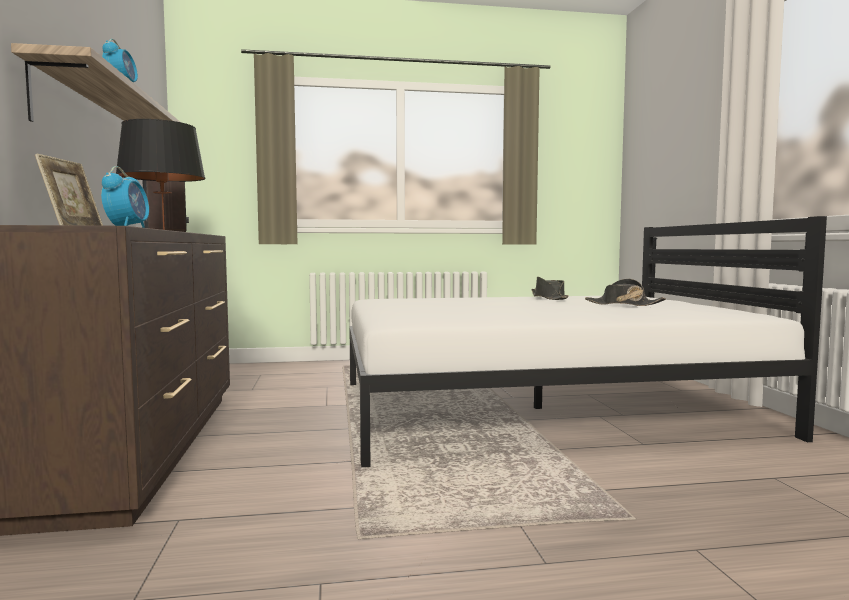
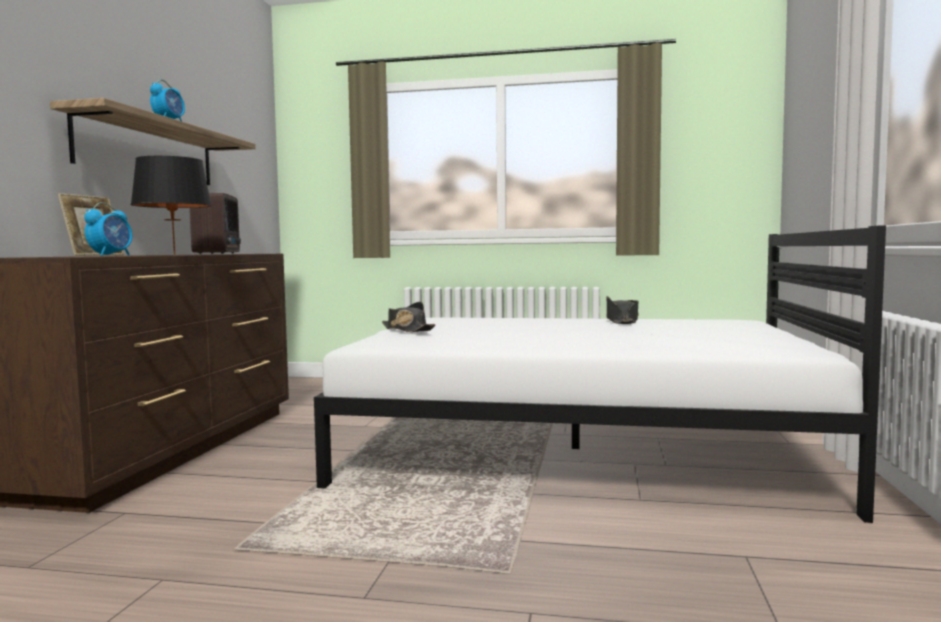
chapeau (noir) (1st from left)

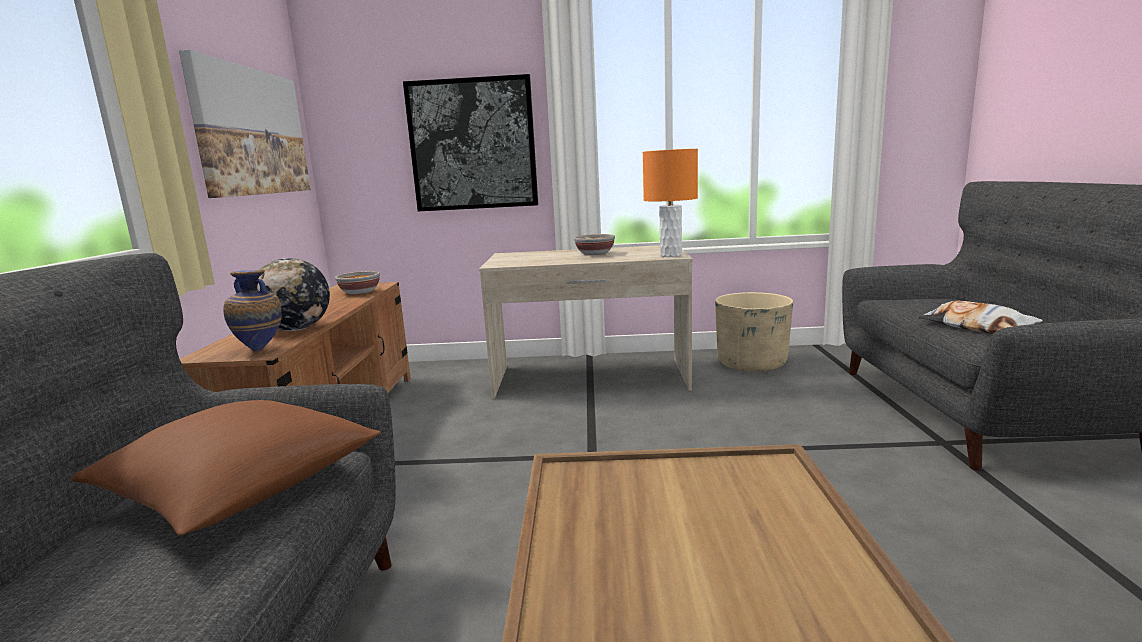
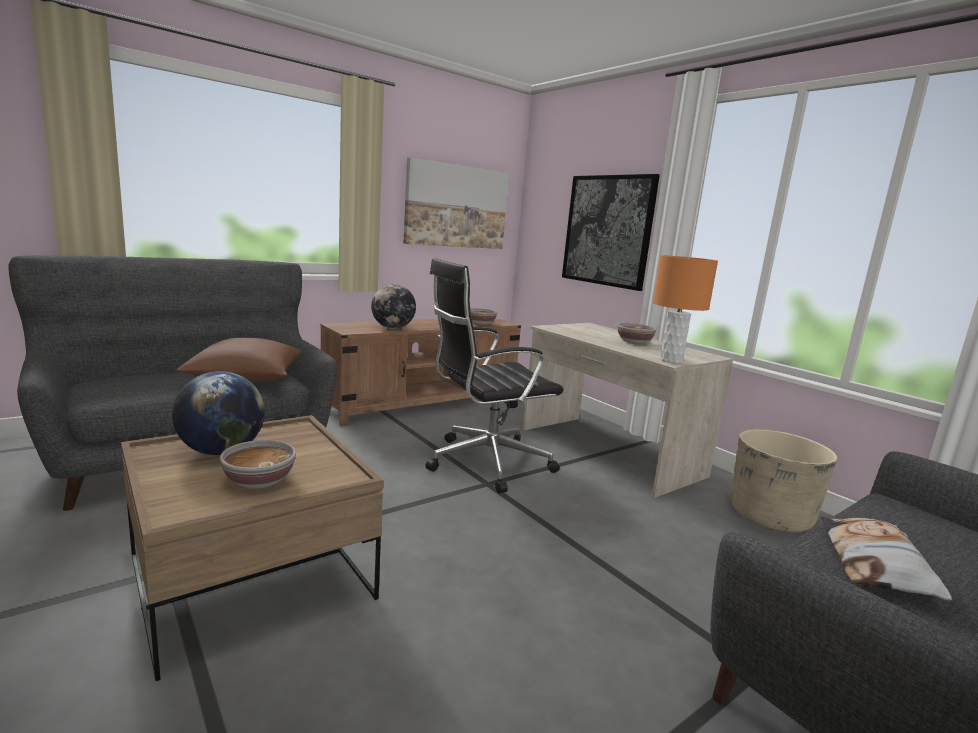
vase
chaise de bureau (noir)
globe (1st from left)
bol (1st from left)

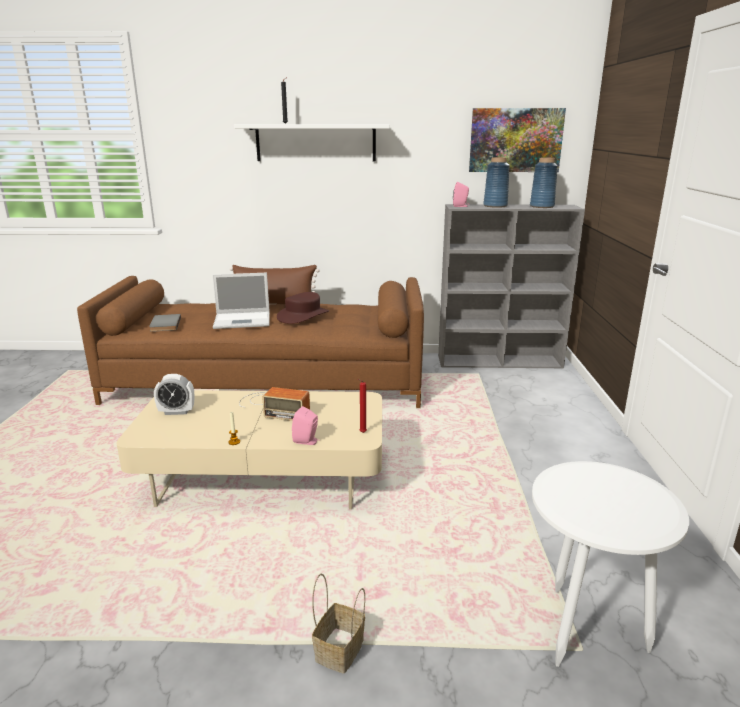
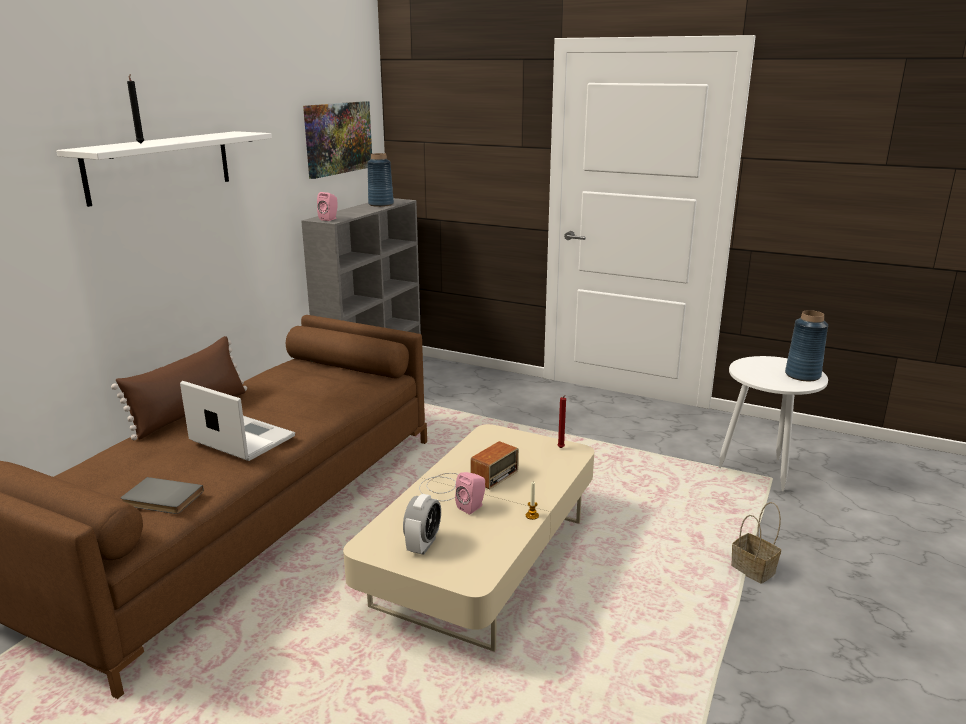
vase (bleu) (2nd from left)
ordinateur portable
chapeau (marron)
enceinte (rose) (2nd from left)

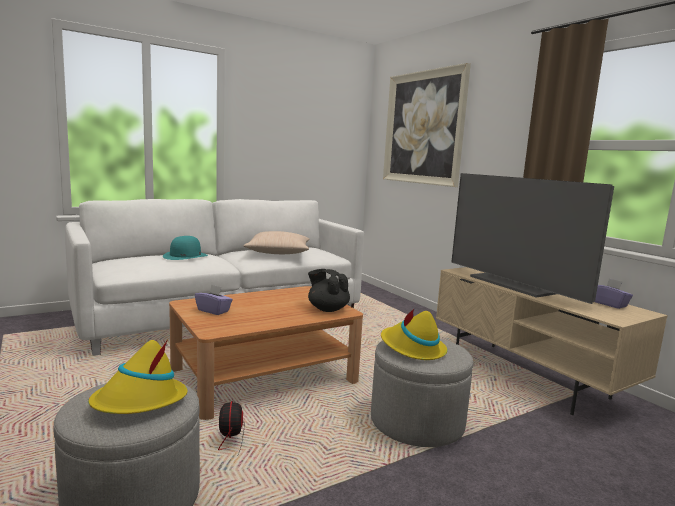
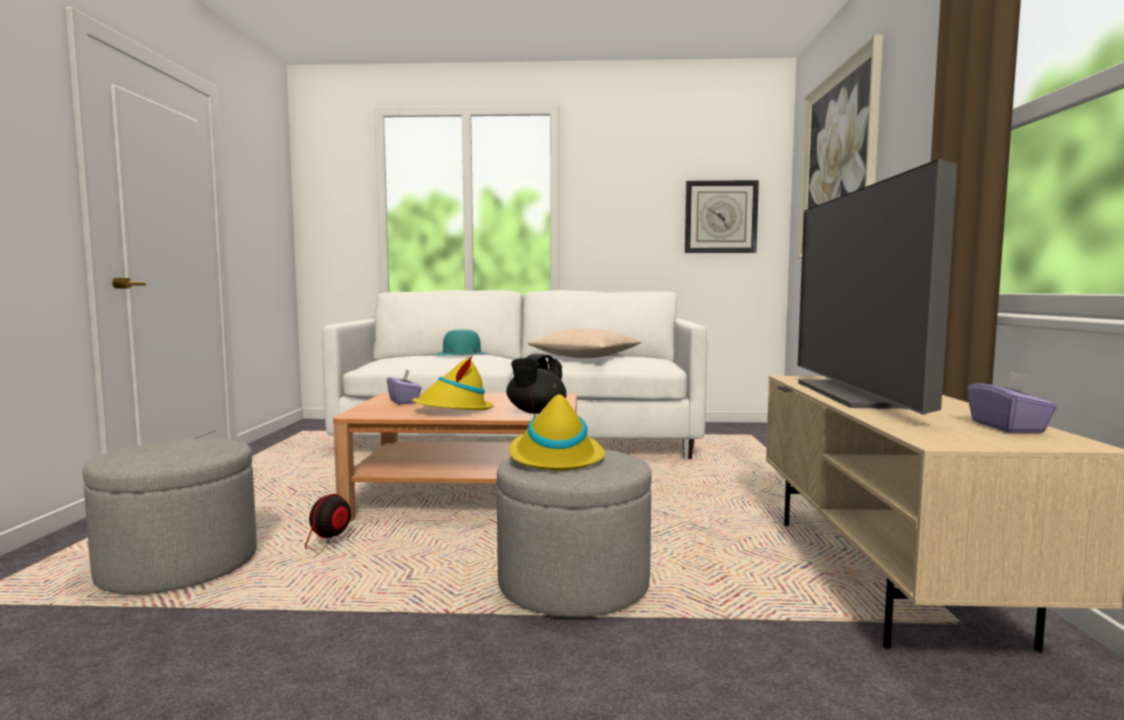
théière (noir)
chapeau (jaune) (1st from left)
horloge murale

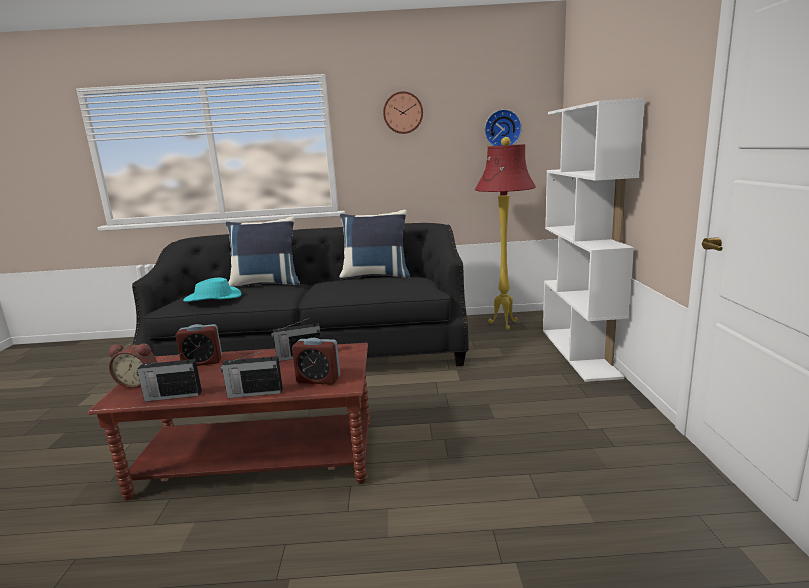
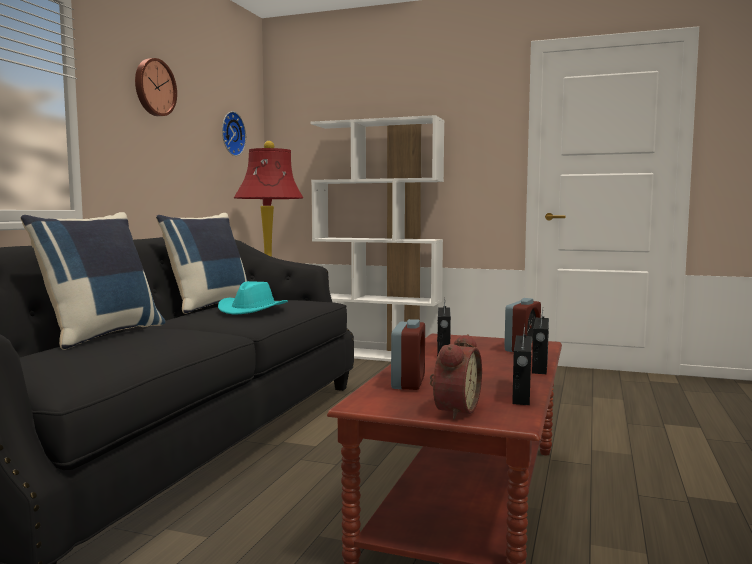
chapeau (turquoise)

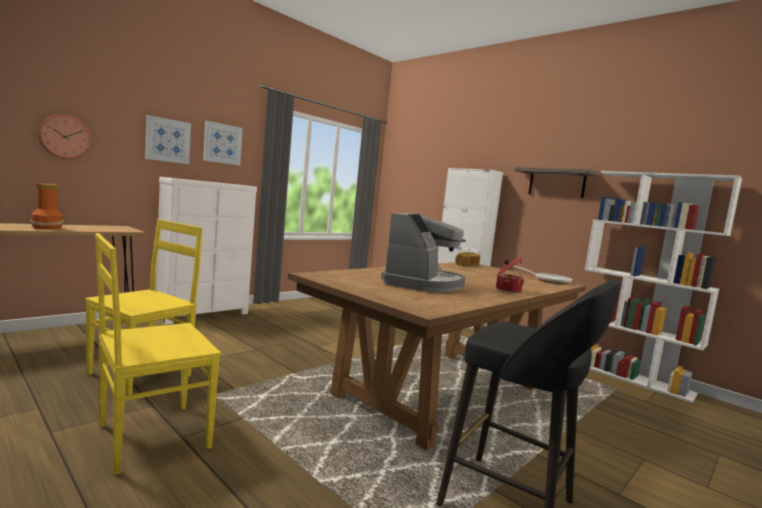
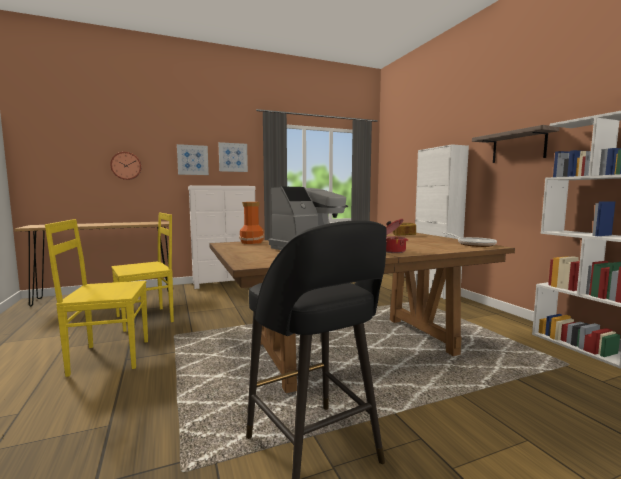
vase

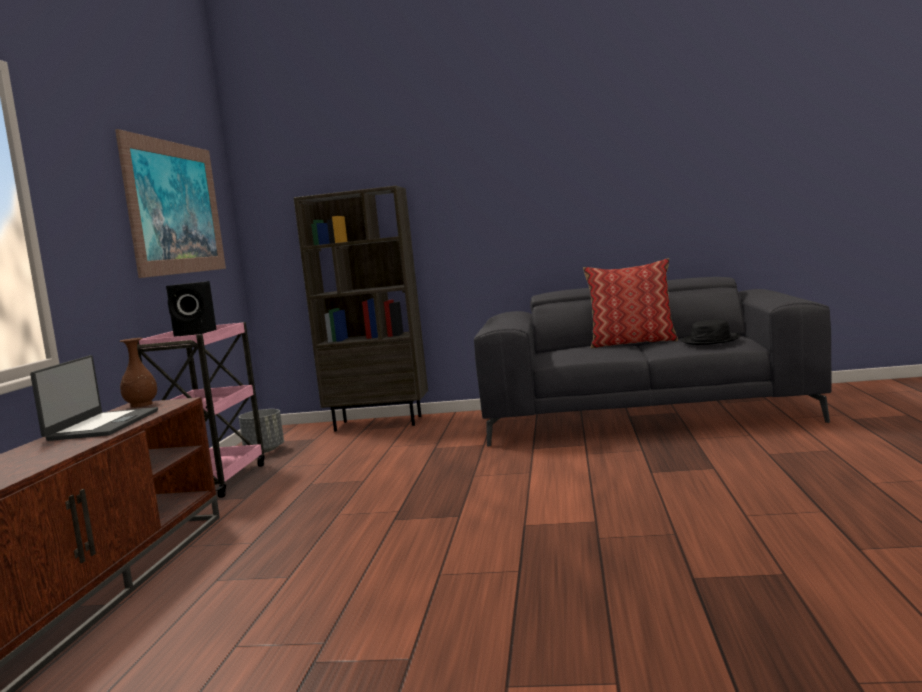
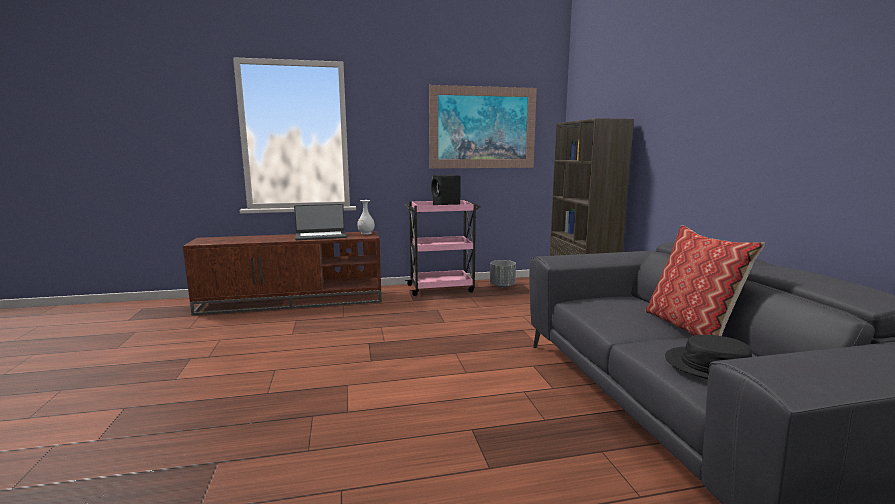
vase (blanc)

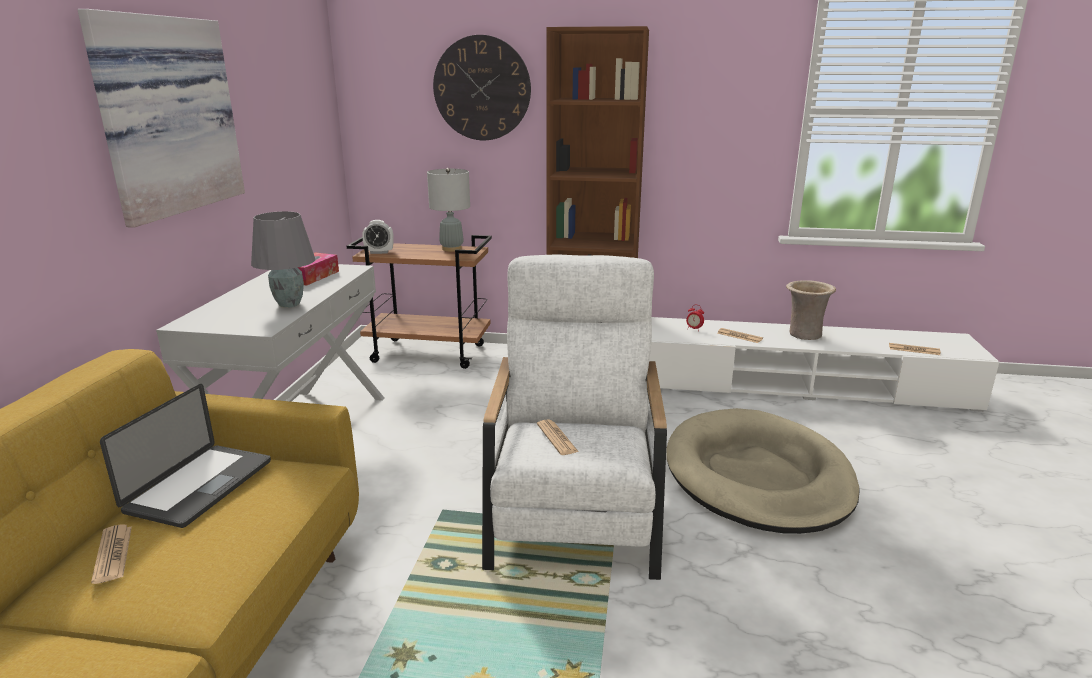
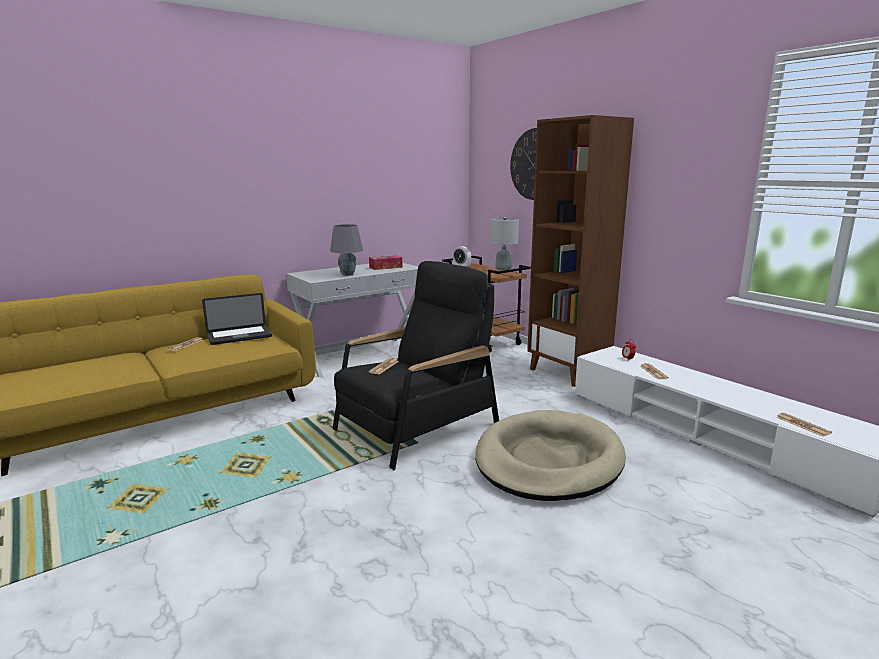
tableau
fauteuil (noir)
vase (beige)

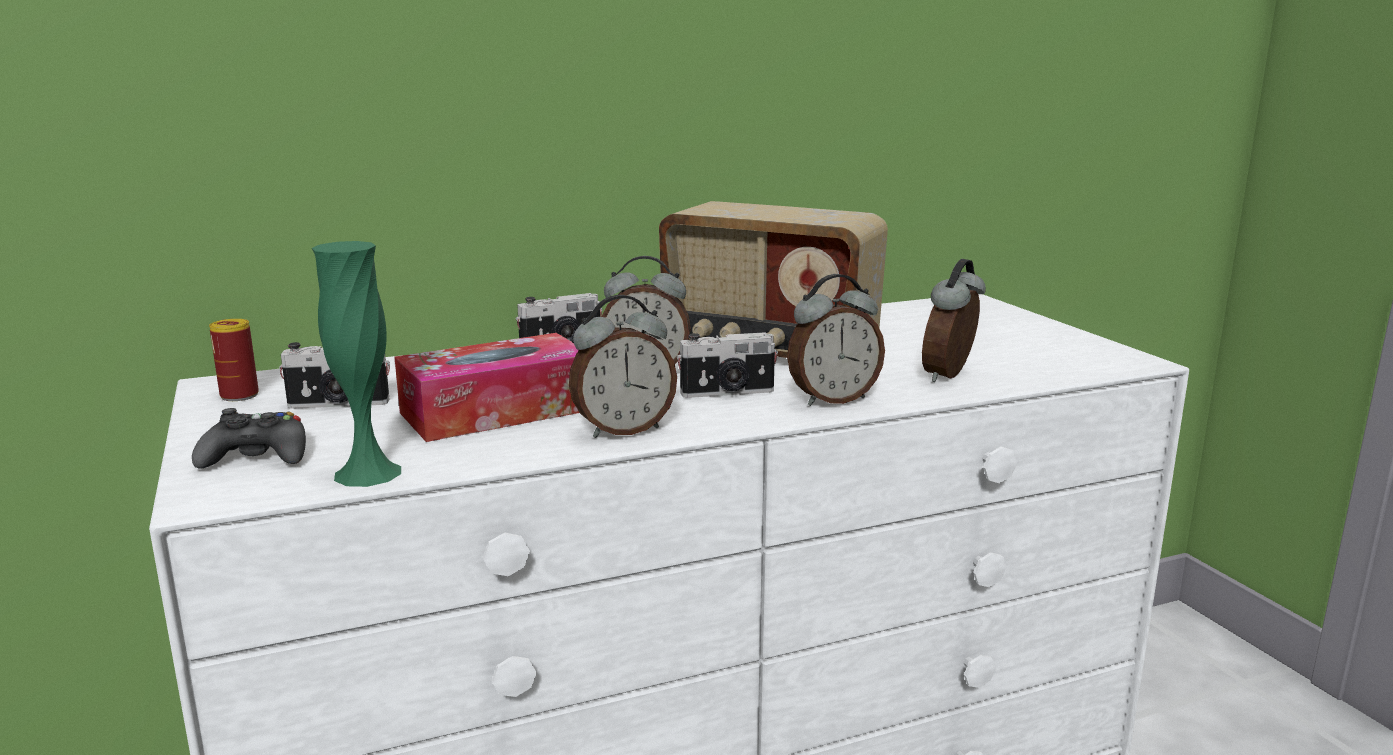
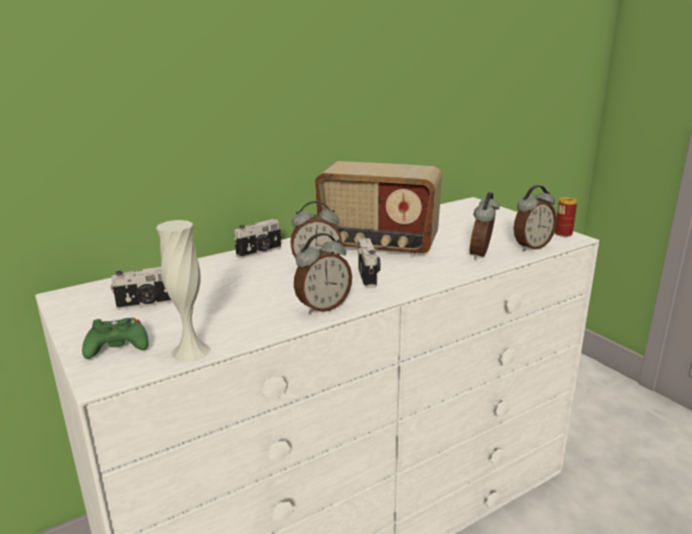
vase (blanc)
réveil (4th from left)
boîte métallique
appareil photo (3rd from left)
boîte à mouchoirs
manette (vert)

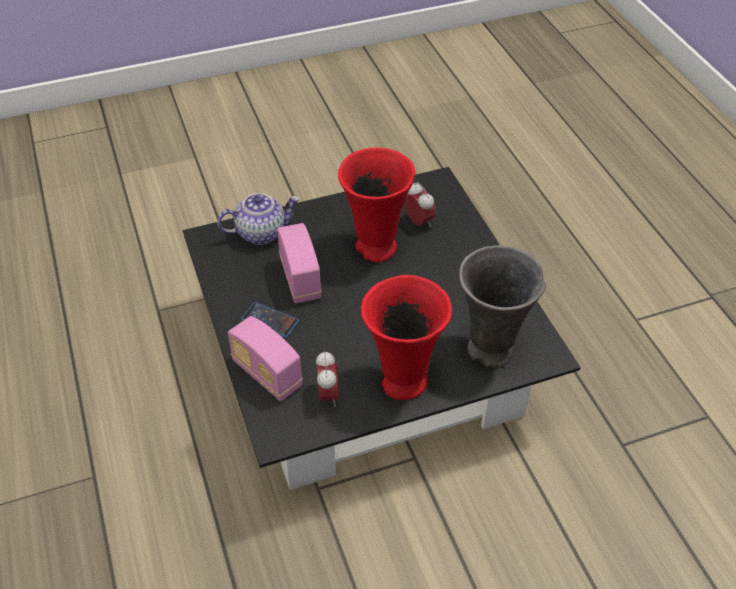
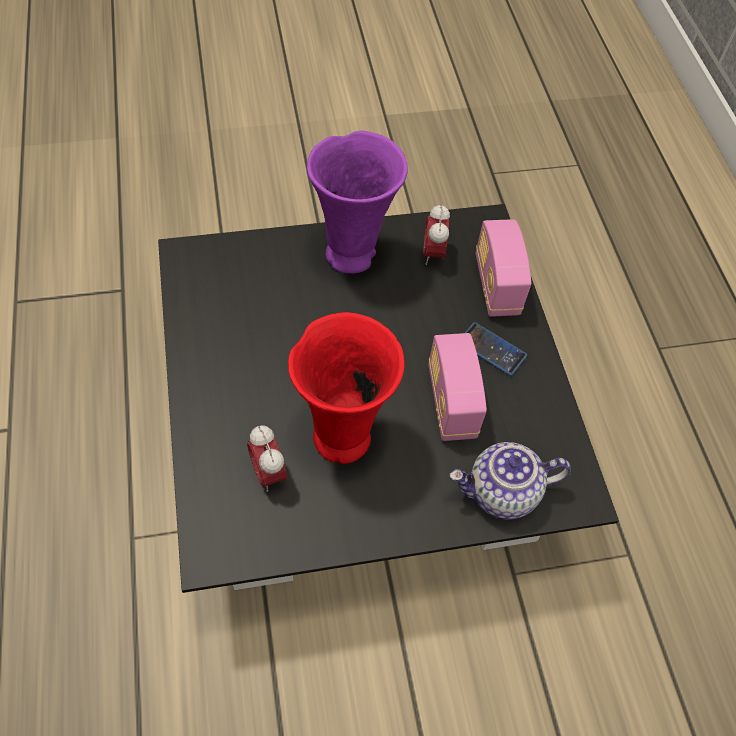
vase (gris)
vase (violet)
radio (2nd from left)

